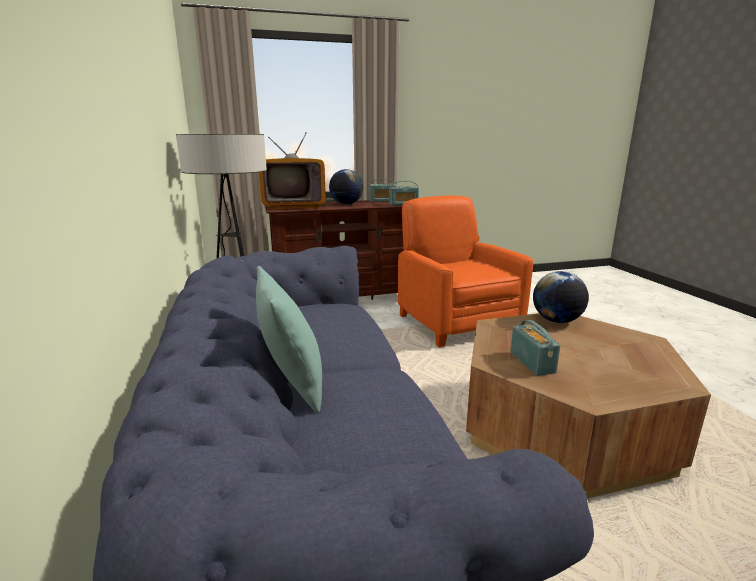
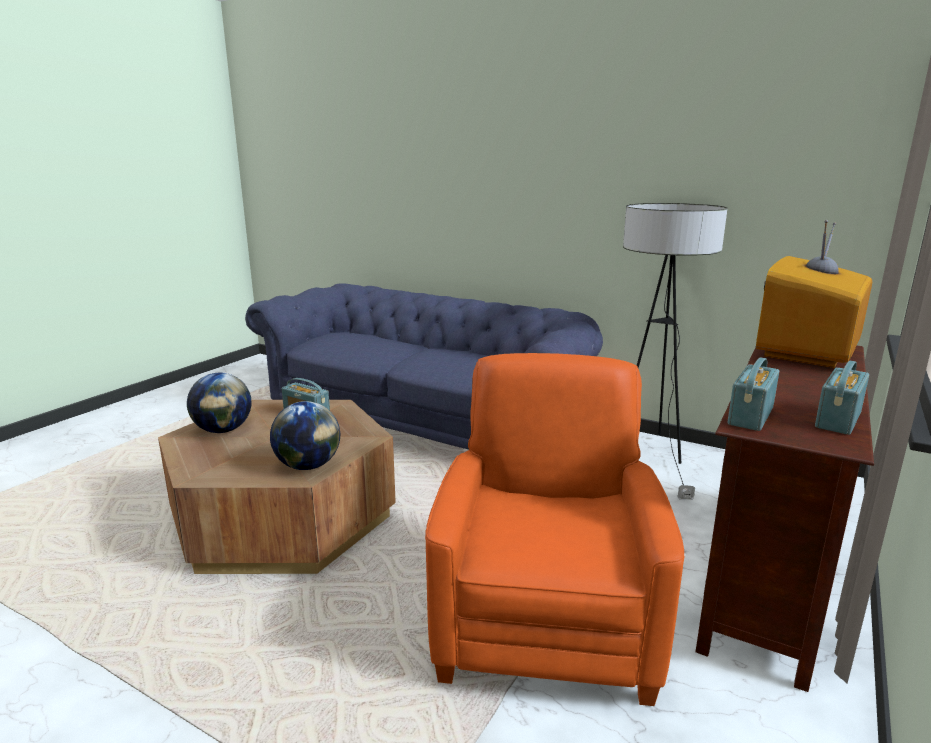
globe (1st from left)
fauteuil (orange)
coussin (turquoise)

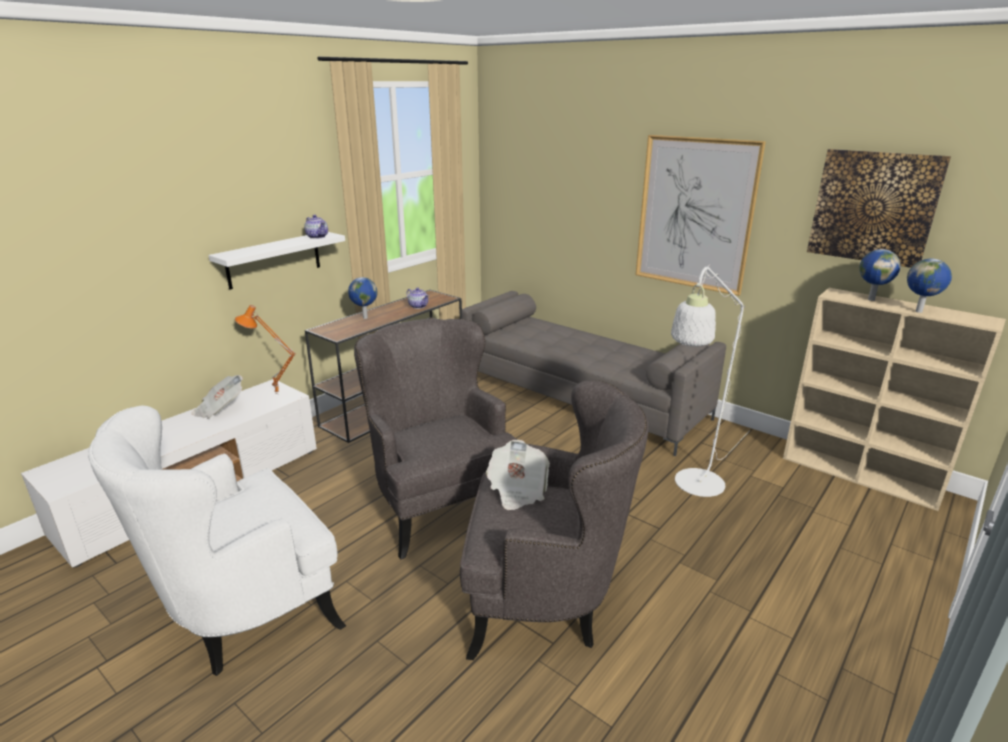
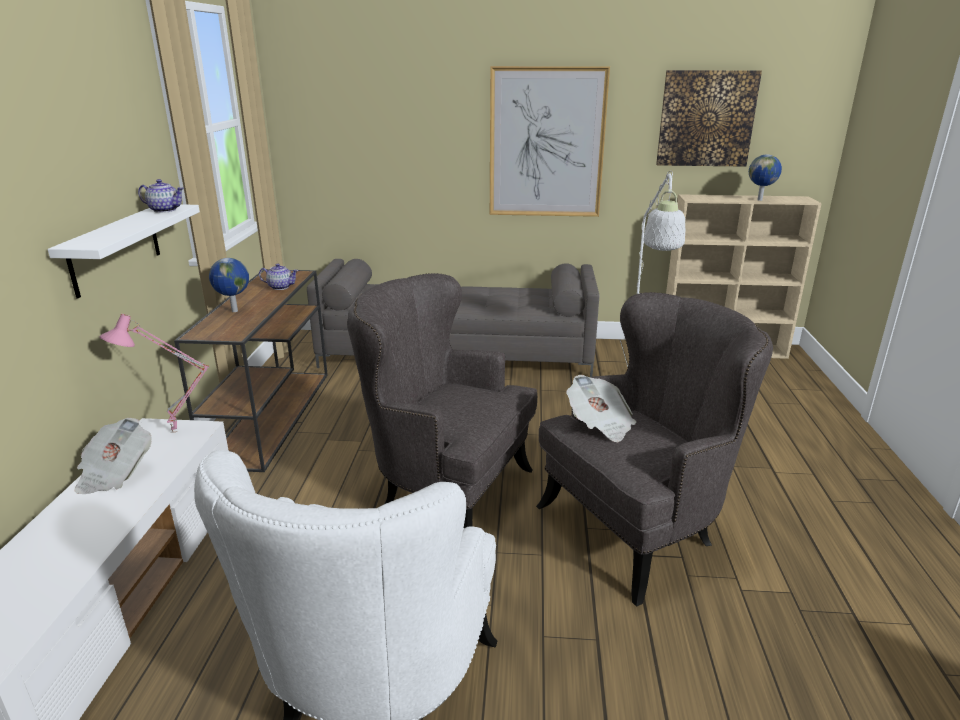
globe (2nd from left in the first image)
lampe de table (rose)

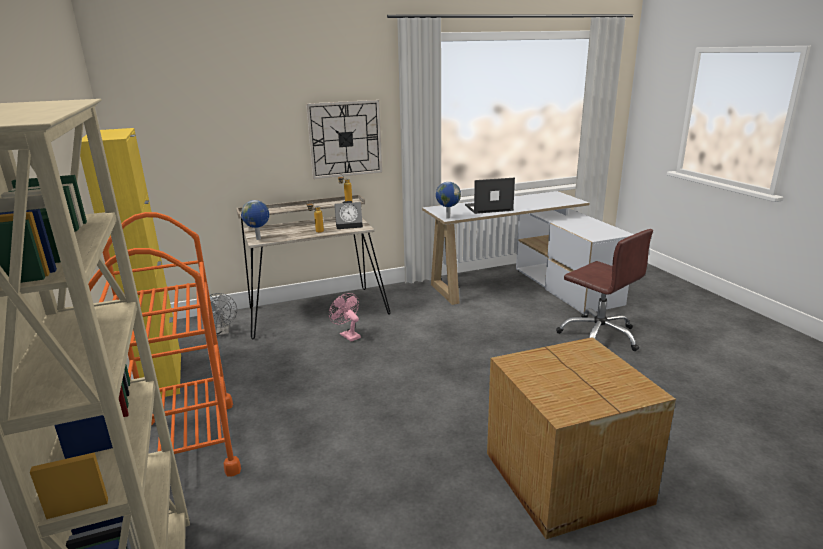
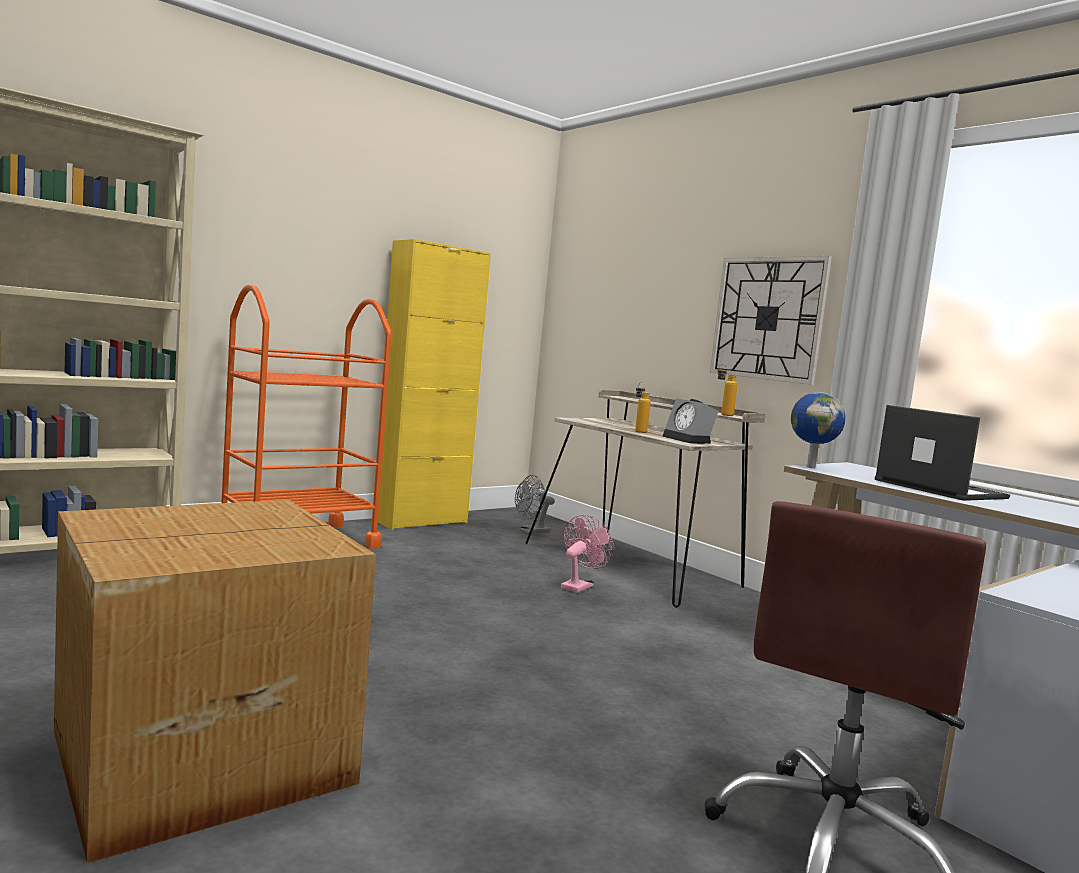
globe (1st from left in the first image)

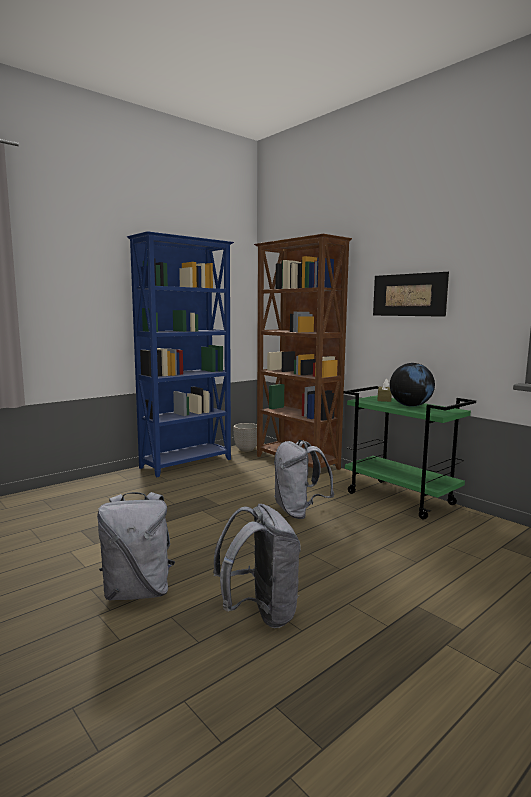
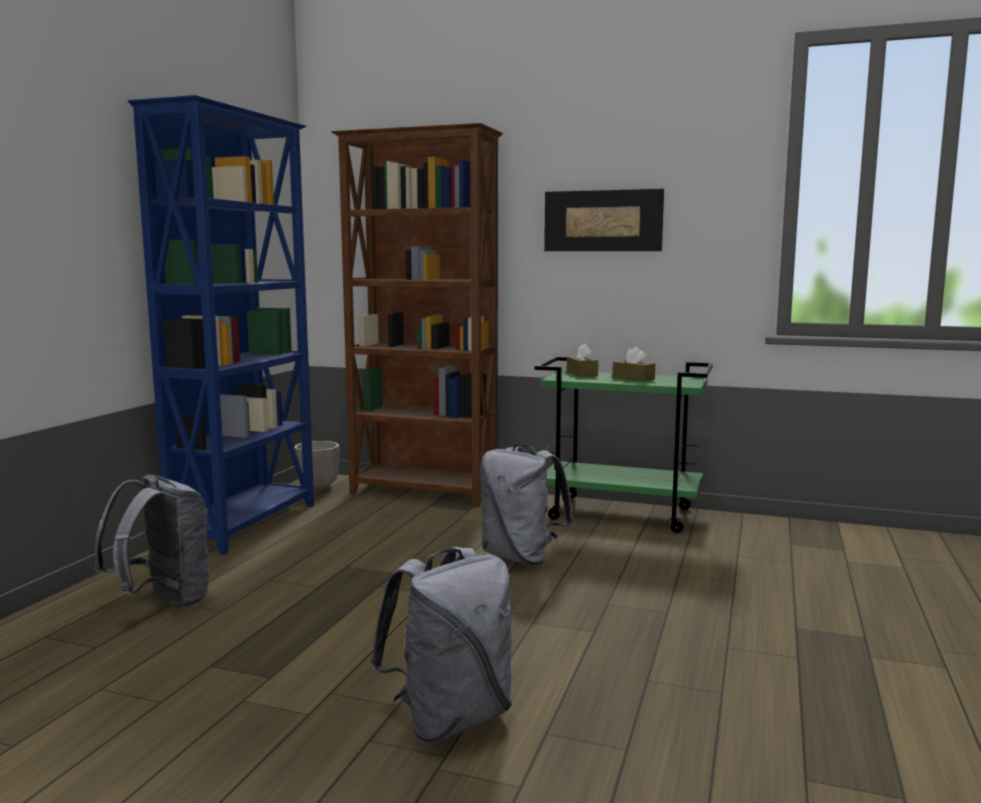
boîte à mouchoirs (marron) (2nd from left)
sac à dos (gris) (1st from left)

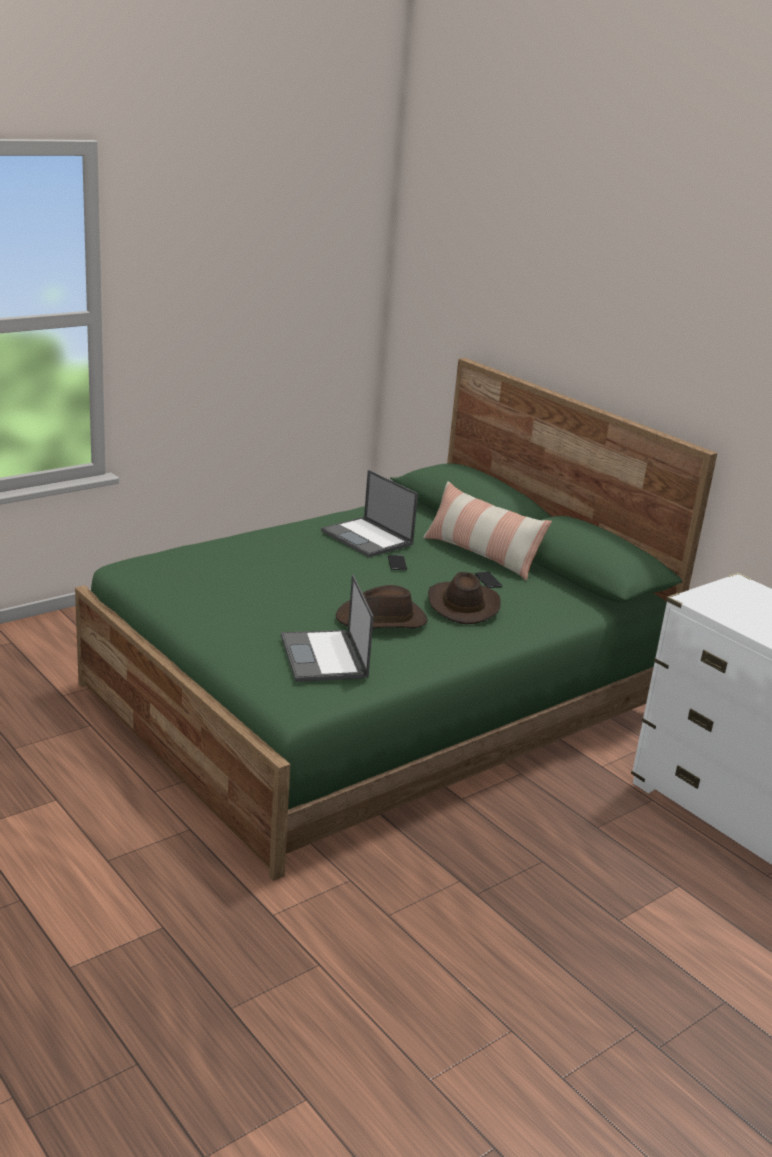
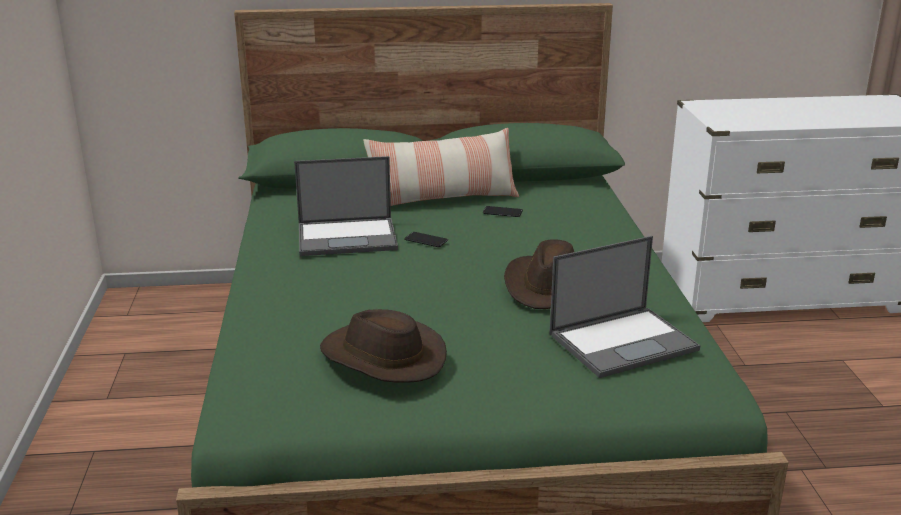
chapeau (marron) (1st from left)
ordinateur portable (2nd from left)

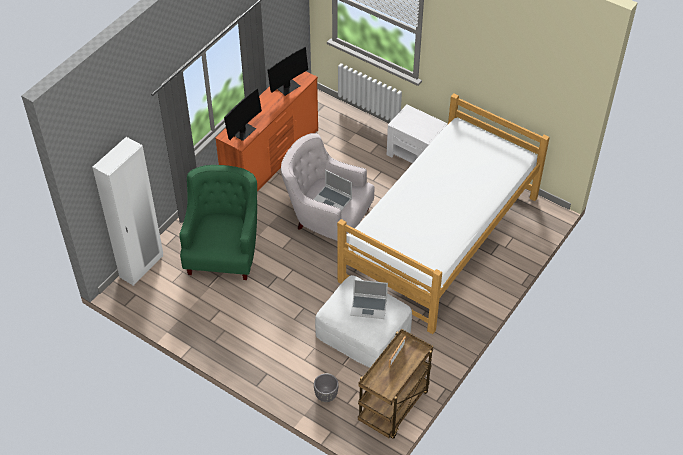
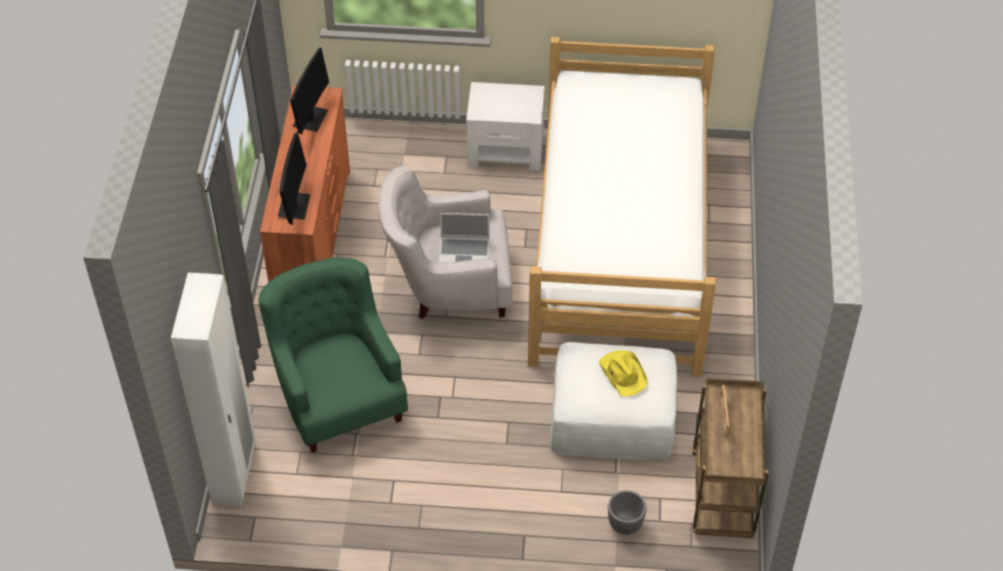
chapeau (jaune)

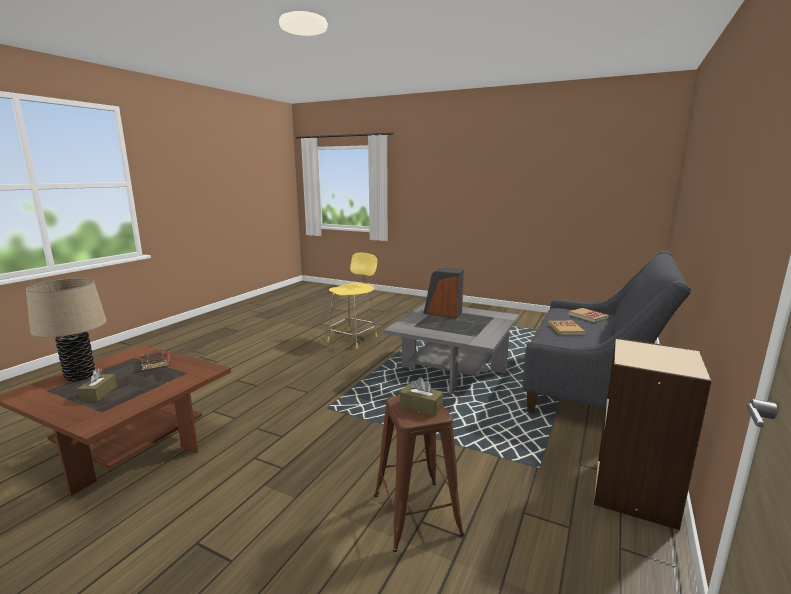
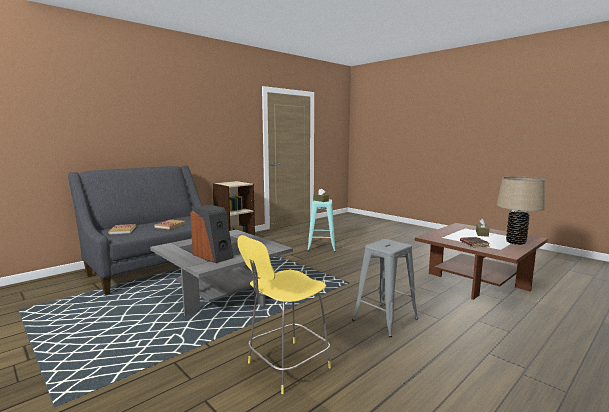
tabouret (turquoise)
tabouret (gris)

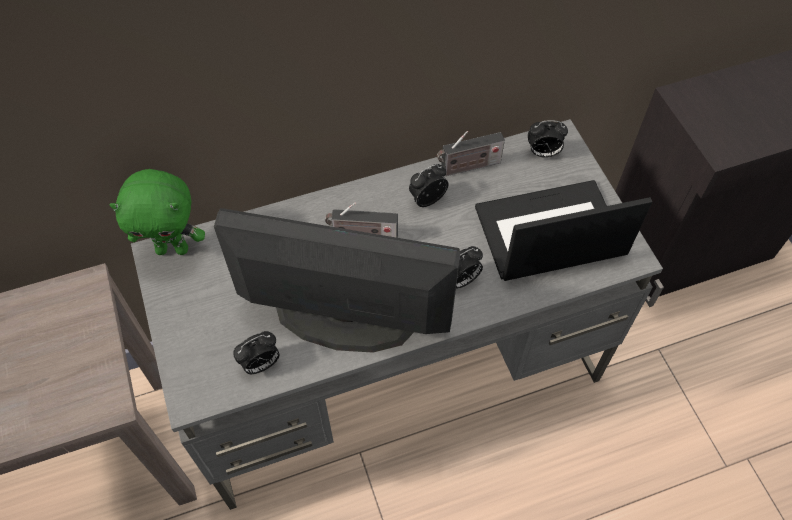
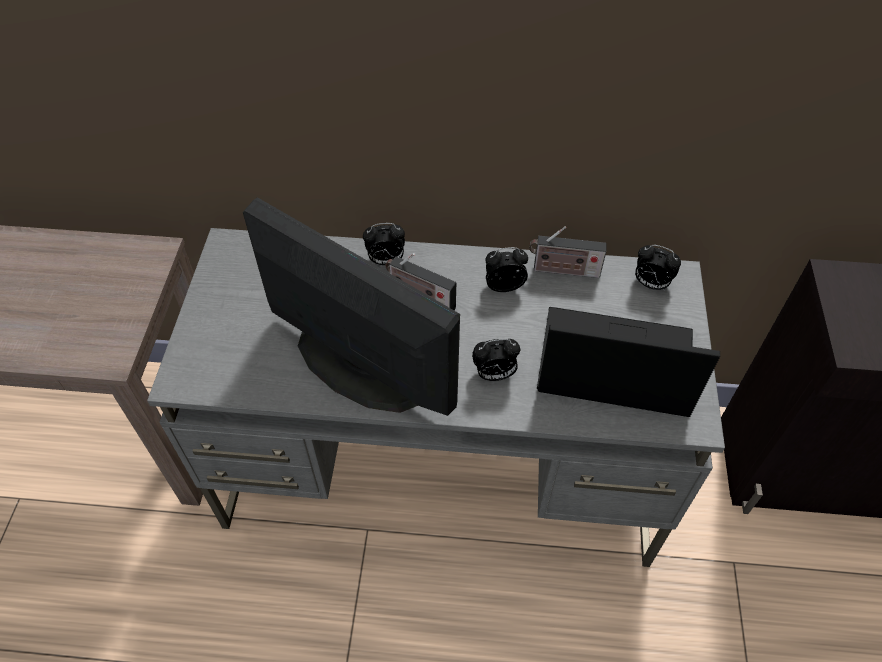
peluche (vert)
réveil (1st from left)

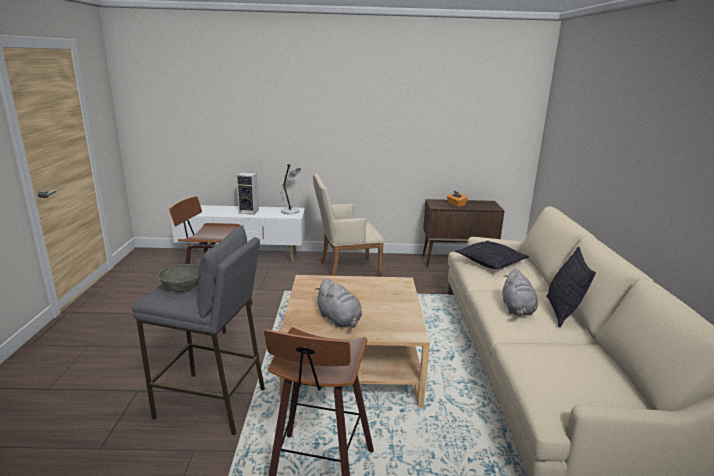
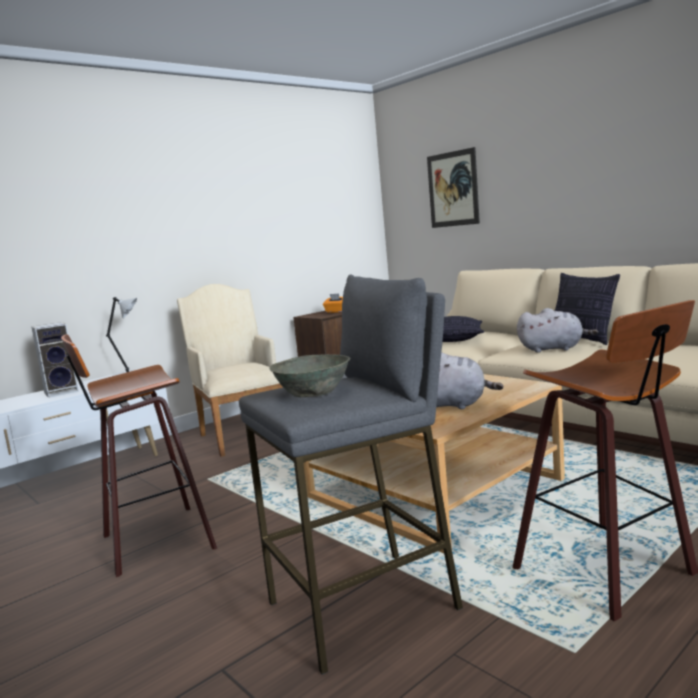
fauteuil (beige)
peluche (gris) (2nd from left)
tableau

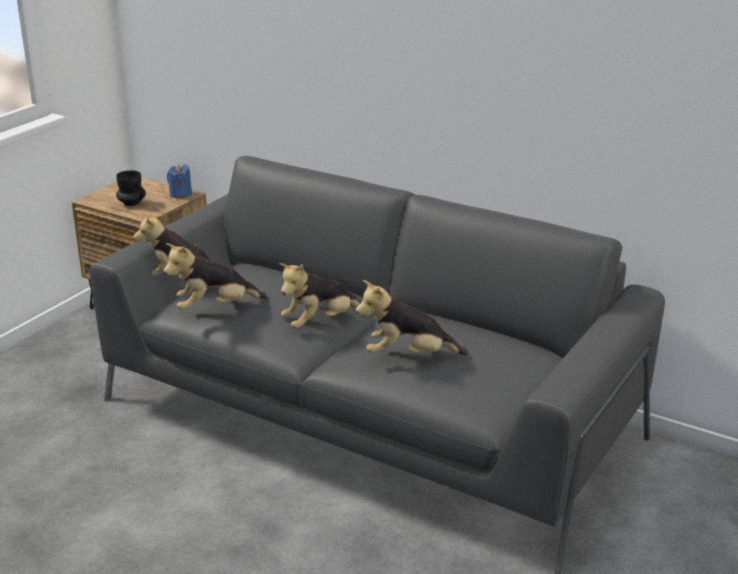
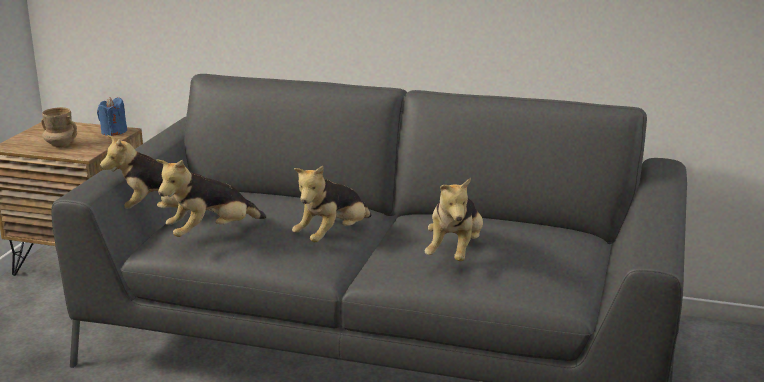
mug (beige)
peluche (4th from left)

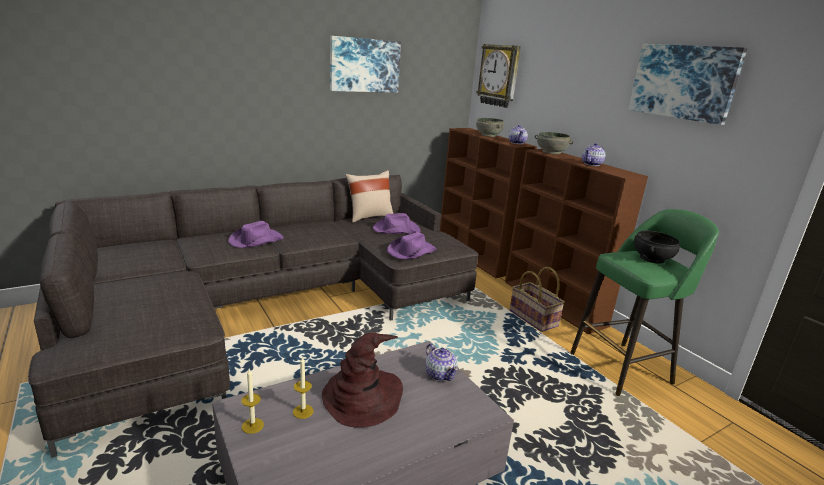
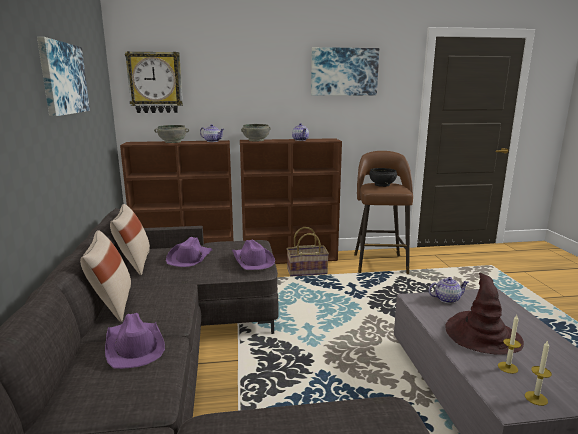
tabouret (marron)
coussin (beige) (1st from left)

